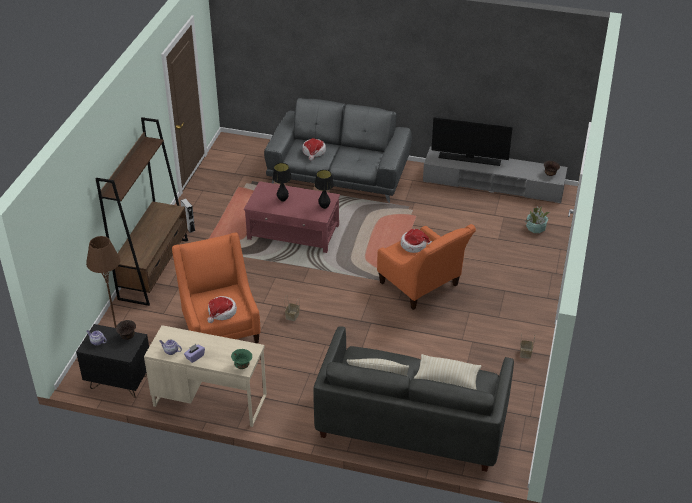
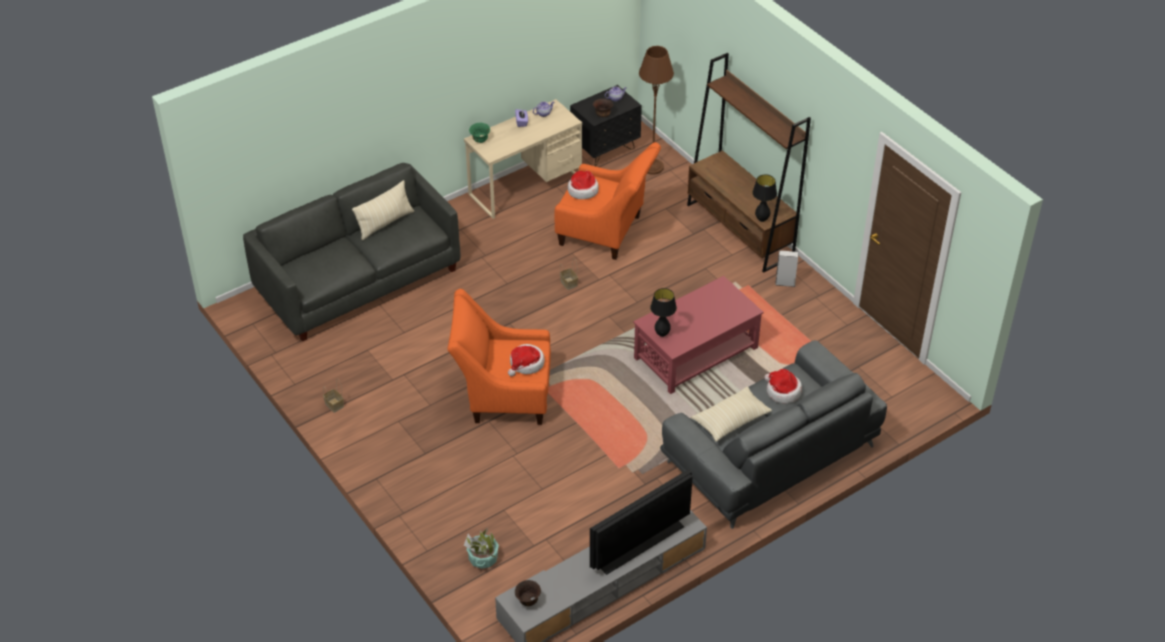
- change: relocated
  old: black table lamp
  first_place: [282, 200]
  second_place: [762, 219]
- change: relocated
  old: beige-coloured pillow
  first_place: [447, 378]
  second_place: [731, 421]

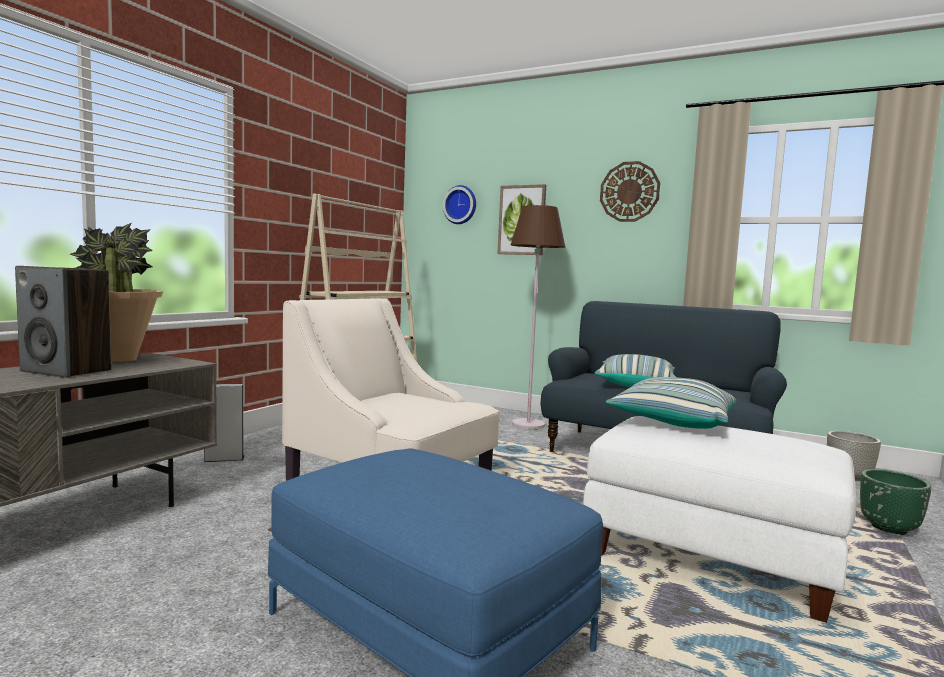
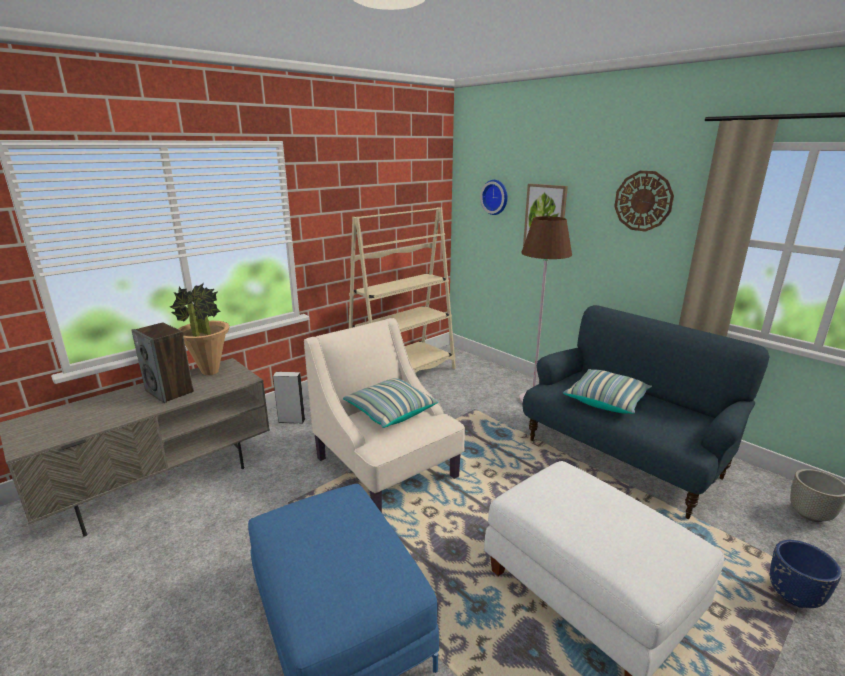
- change: relocated
  old: pillow
  first_place: [672, 422]
  second_place: [390, 412]
- change: colour
  old: green-coloured flower pot
  new: blue flower pot
  first_place: [889, 529]
  second_place: [794, 596]

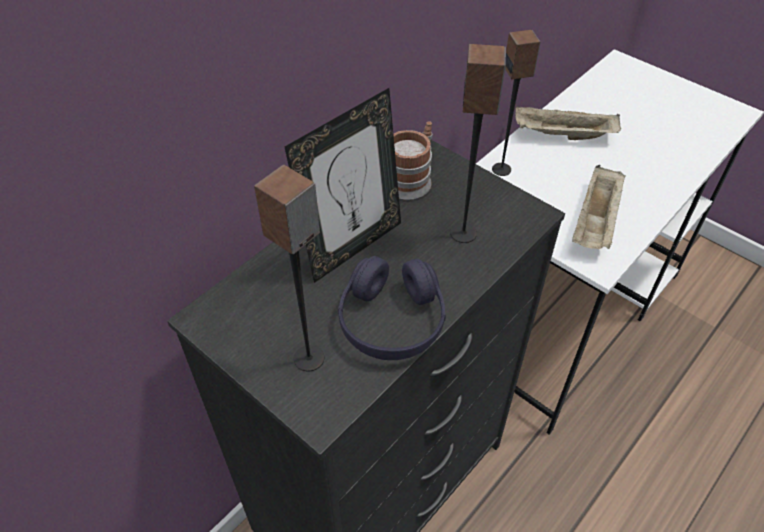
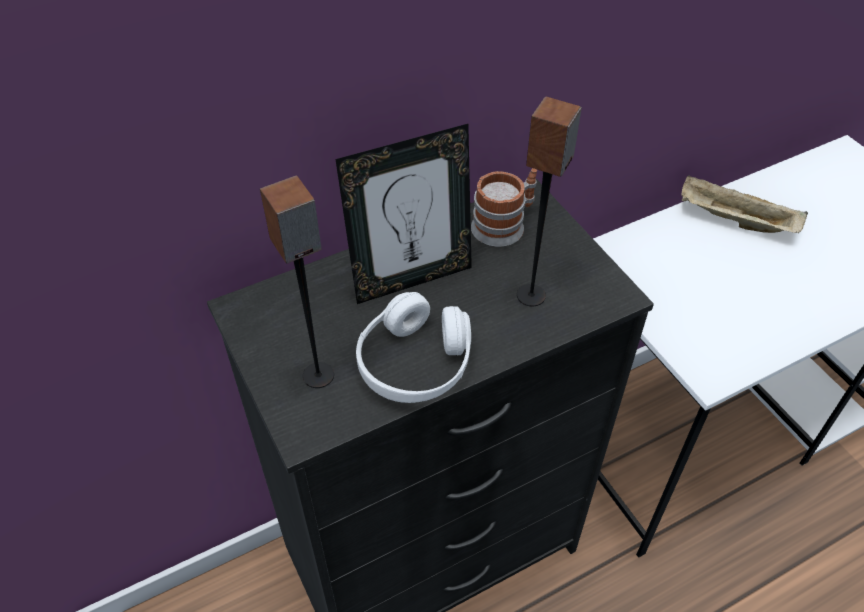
- change: missing
  old: audio speaker
  first_place: [502, 169]
- change: missing
  old: beige-coloured tray
  first_place: [595, 222]
- change: colour
  old: purple-coloured headphones
  new: white-coloured headphones
  first_place: [391, 321]
  second_place: [414, 363]

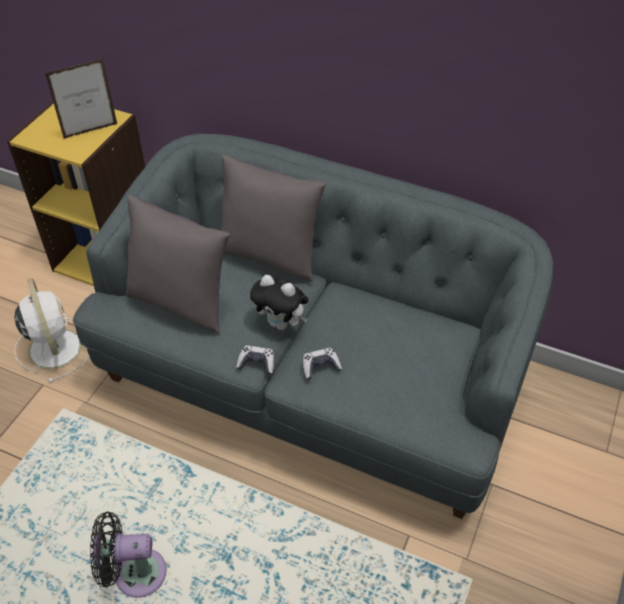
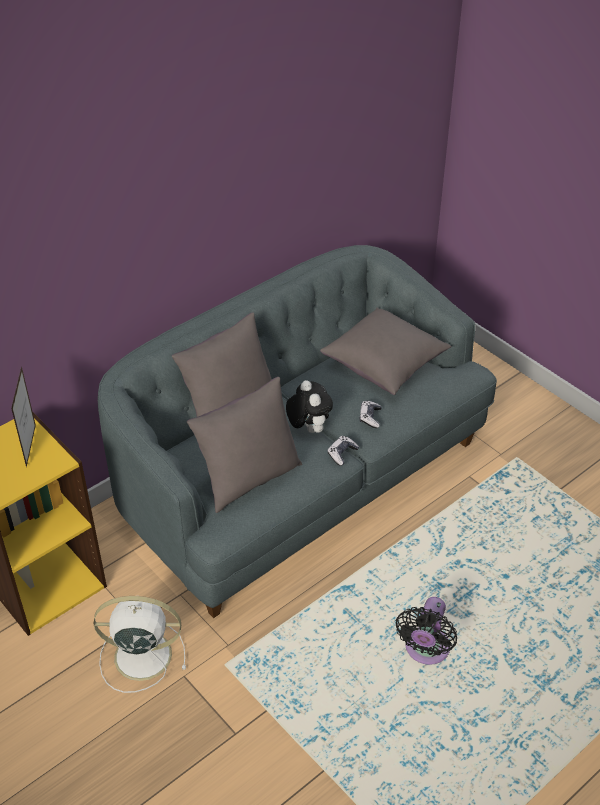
- change: appeared
  new: greyish pillow
  second_place: [385, 364]
- change: spun
  old: plush toy
  first_place: [281, 324]
  second_place: [308, 428]
  degrees: -75

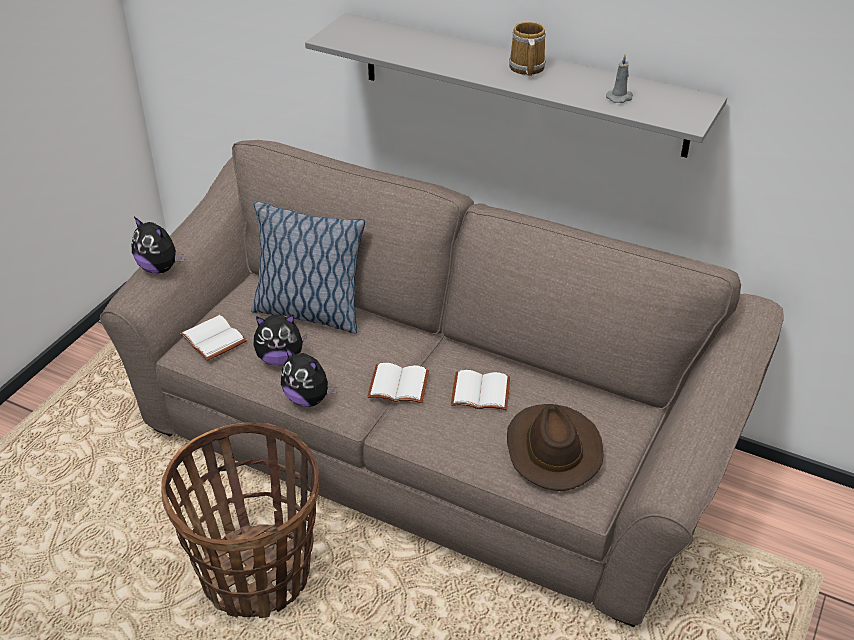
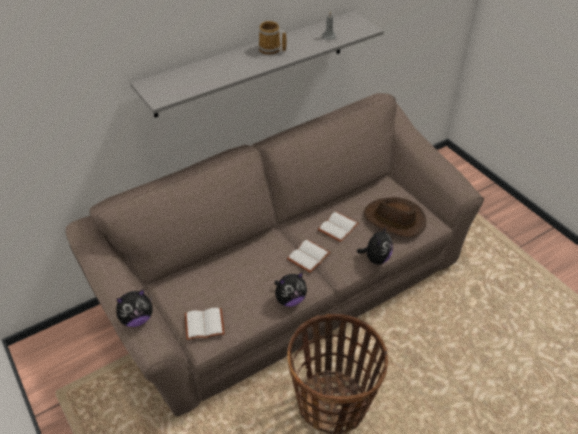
- change: missing
  old: pillow
  first_place: [308, 312]
- change: relocated
  old: plush toy
  first_place: [280, 359]
  second_place: [376, 258]

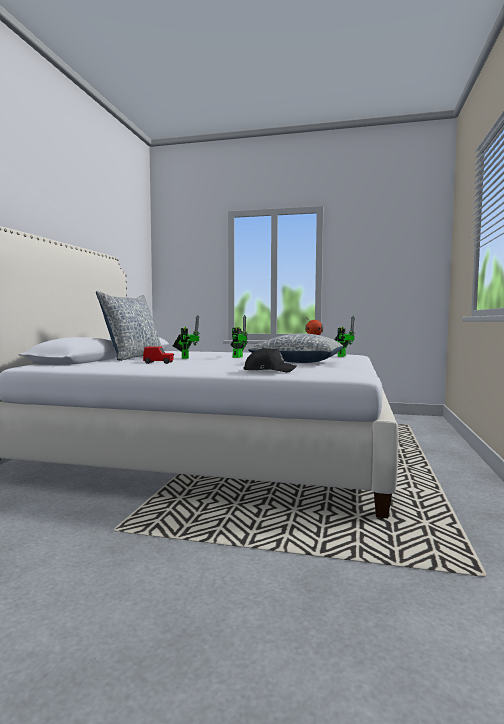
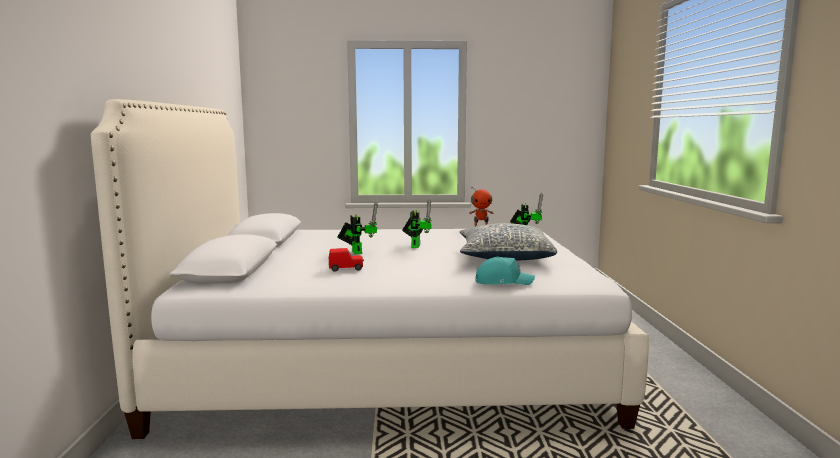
- change: missing
  old: pillow
  first_place: [133, 357]
- change: colour
  old: black peaked cap
  new: turquoise-coloured peaked cap
  first_place: [269, 370]
  second_place: [503, 281]

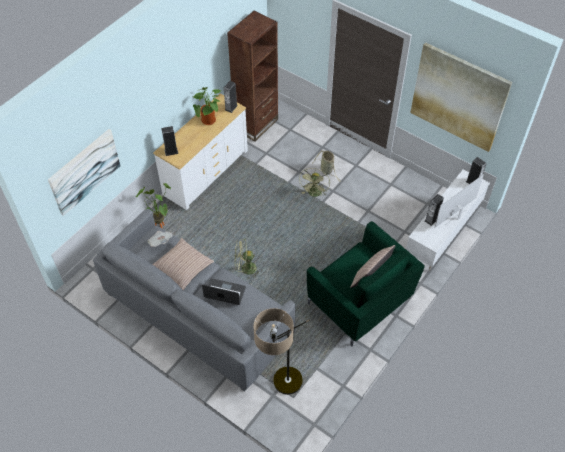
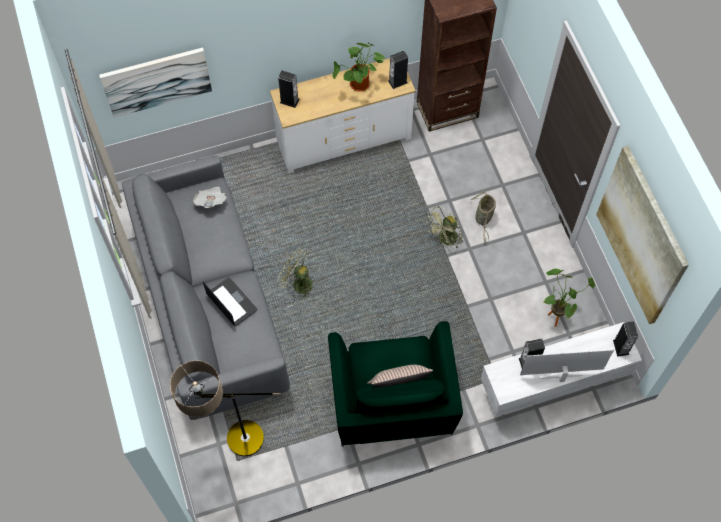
- change: missing
  old: pillow
  first_place: [183, 267]
- change: relocated
  old: plant in a pot
  first_place: [160, 226]
  second_place: [556, 315]

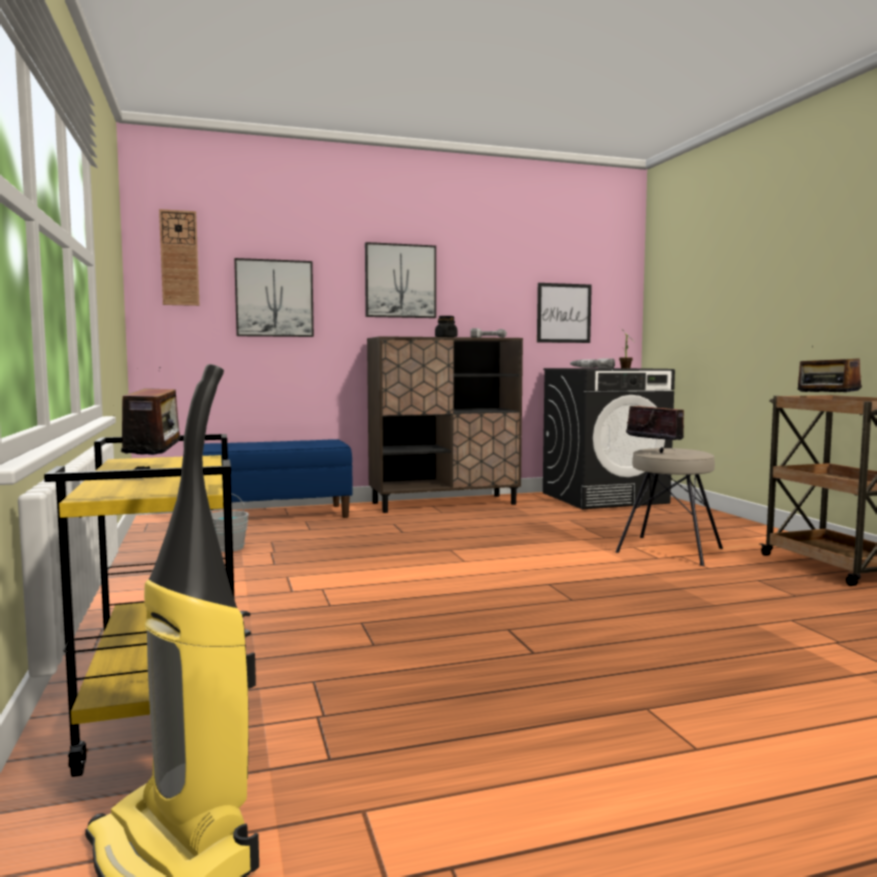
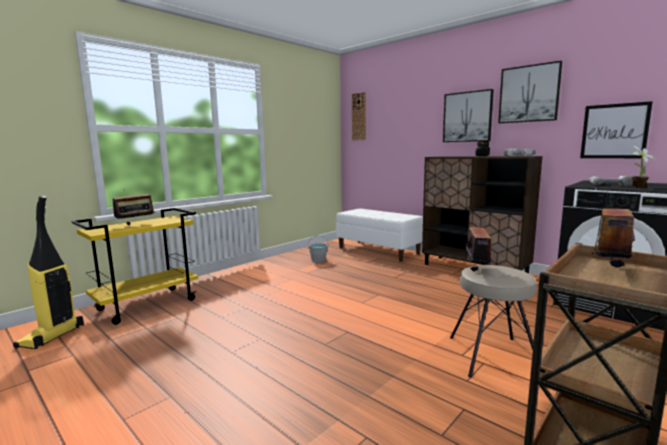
- change: relocated
  old: wall art
  first_place: [274, 298]
  second_place: [529, 94]
- change: colour
  old: blue long seat
  new: white-coloured long seat
  first_place: [272, 515]
  second_place: [378, 251]

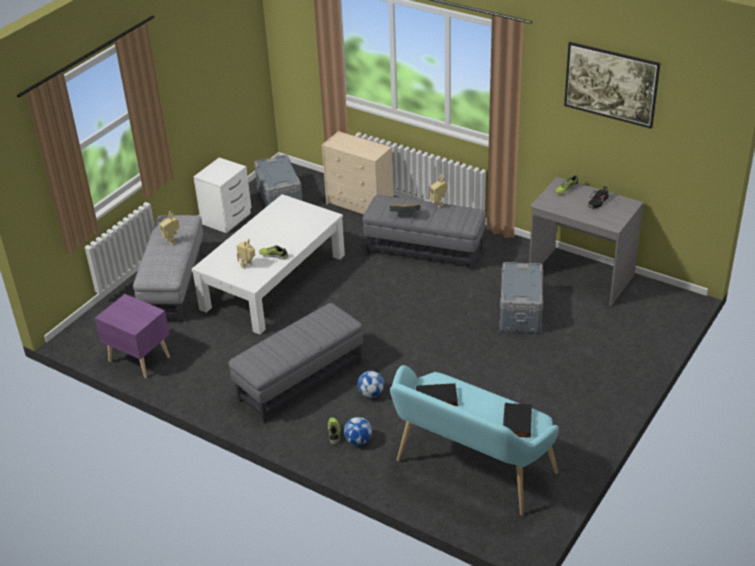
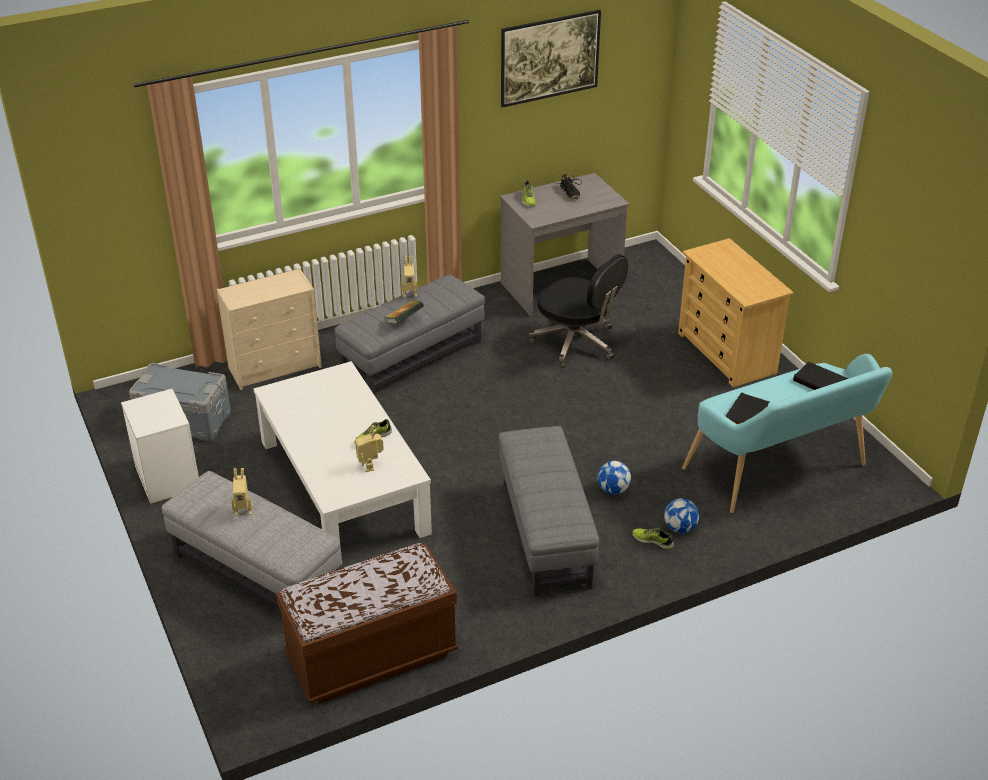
- change: appeared
  new: beige-coloured chest of drawers
  second_place: [726, 353]
- change: exchanged
  old: purple-coloured night table
  new: brown long seat
  first_place: [139, 358]
  second_place: [371, 656]
- change: exchanged
  old: greyish storage box
  new: black computer chair
  first_place: [520, 311]
  second_place: [576, 343]

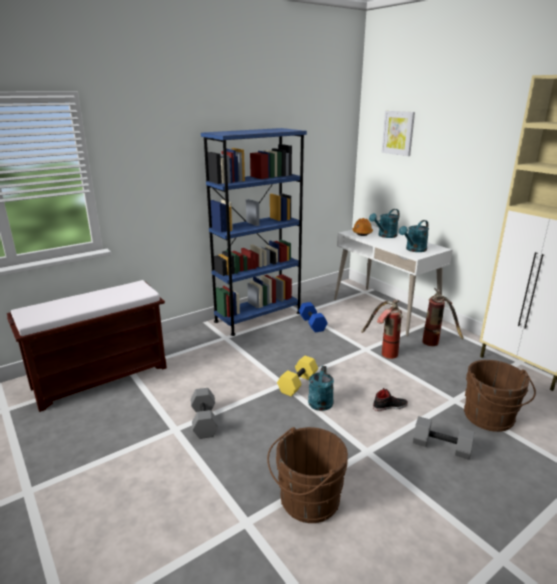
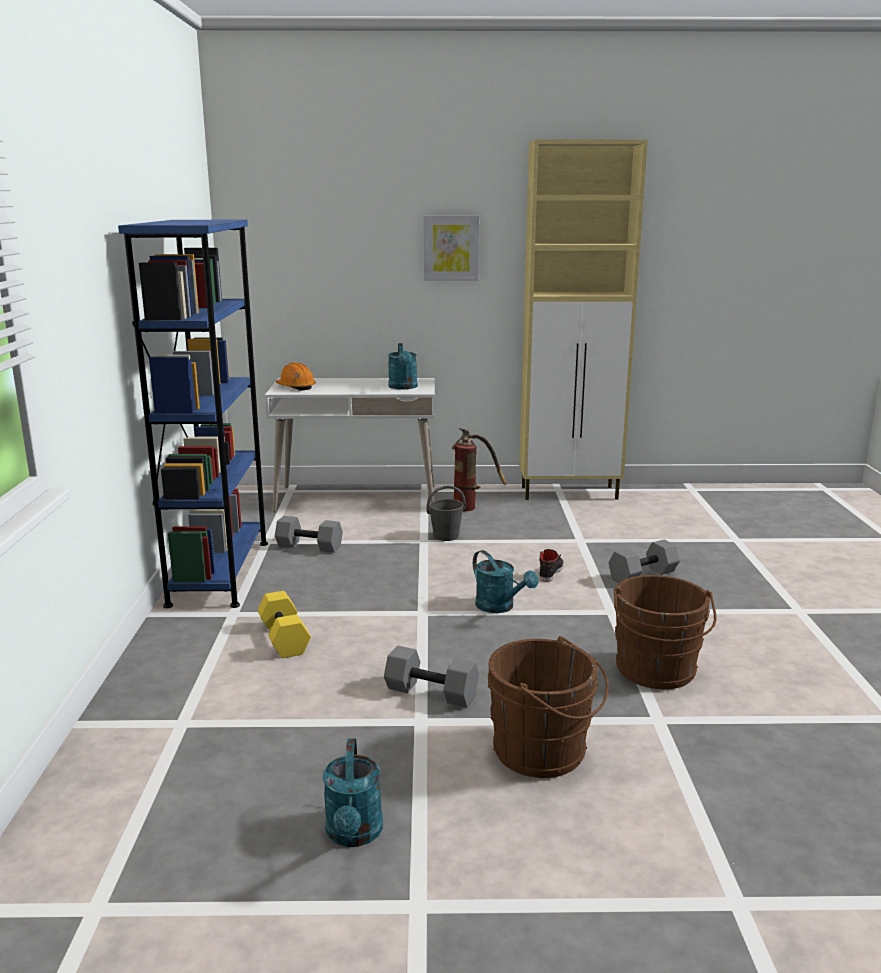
- change: missing
  old: brown long seat
  first_place: [102, 377]
- change: relocated
  old: yellow hand weight
  first_place: [298, 384]
  second_place: [285, 639]
- change: relocated
  old: turquoise-coloured sprinkling can
  first_place: [385, 236]
  second_place: [354, 834]
- change: relocated
  old: wall art
  first_place: [398, 133]
  second_place: [451, 248]
- change: relocated
  old: brown pail
  first_place: [490, 418]
  second_place: [545, 752]
- change: exchanged
  old: extinguisher
  new: greyish pail
  first_place: [382, 353]
  second_place: [446, 536]
- change: colour
  old: blue hand weight
  new: greyish hand weight
  first_place: [311, 323]
  second_place: [308, 547]

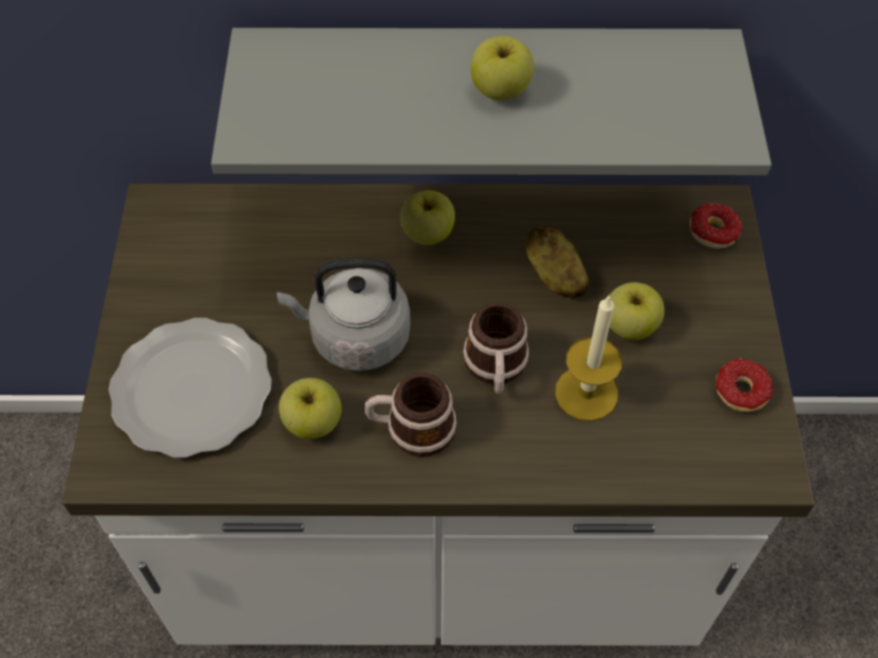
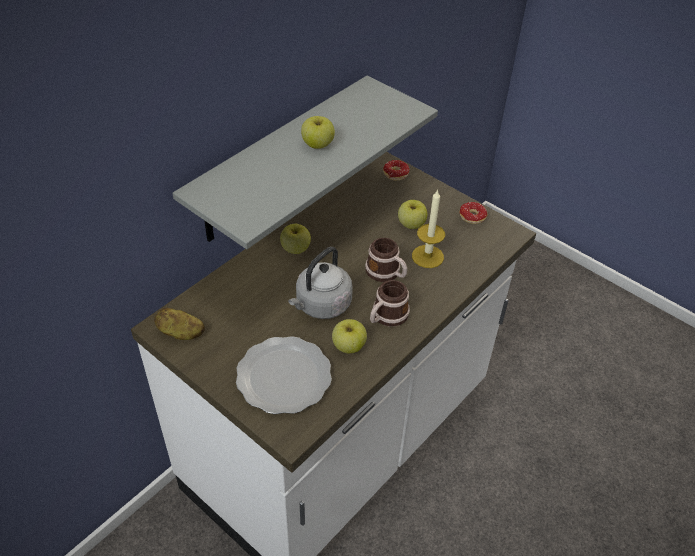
- change: relocated
  old: potato
  first_place: [554, 276]
  second_place: [181, 333]

